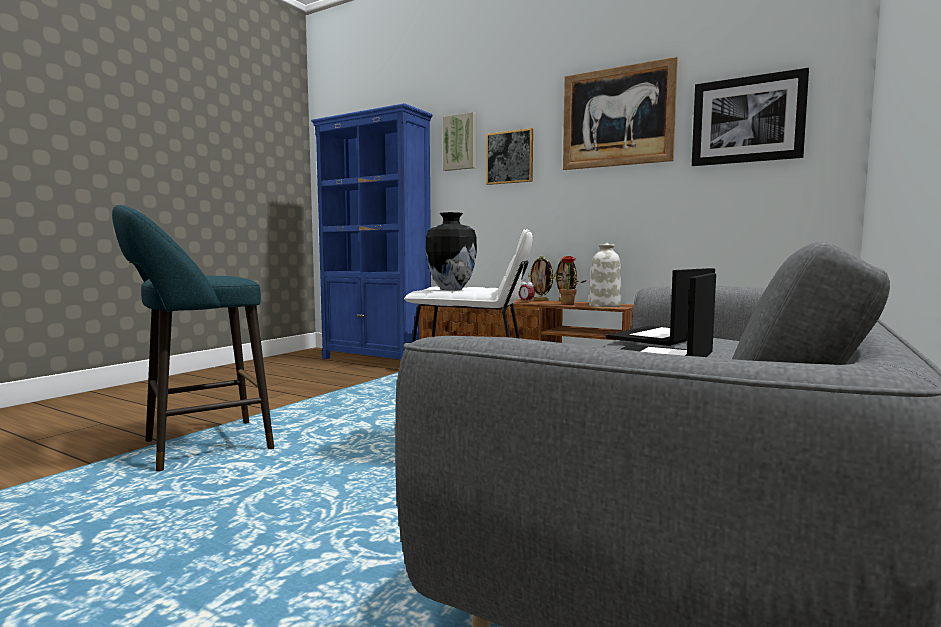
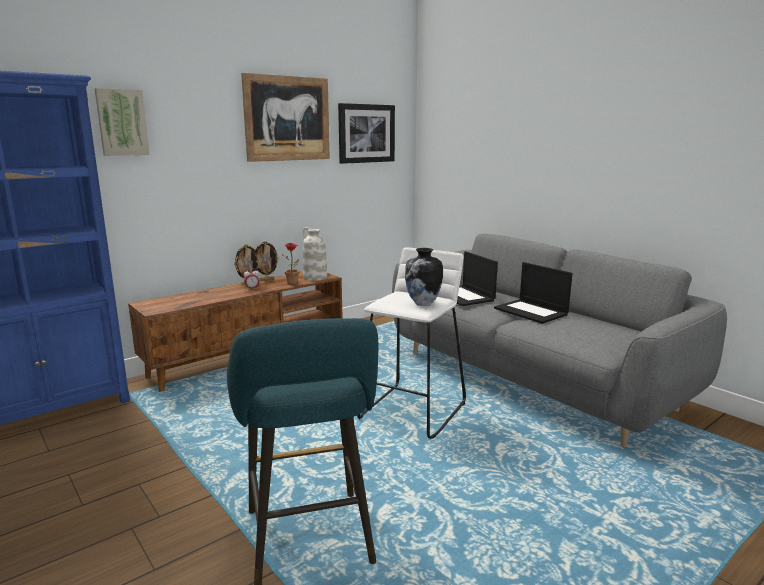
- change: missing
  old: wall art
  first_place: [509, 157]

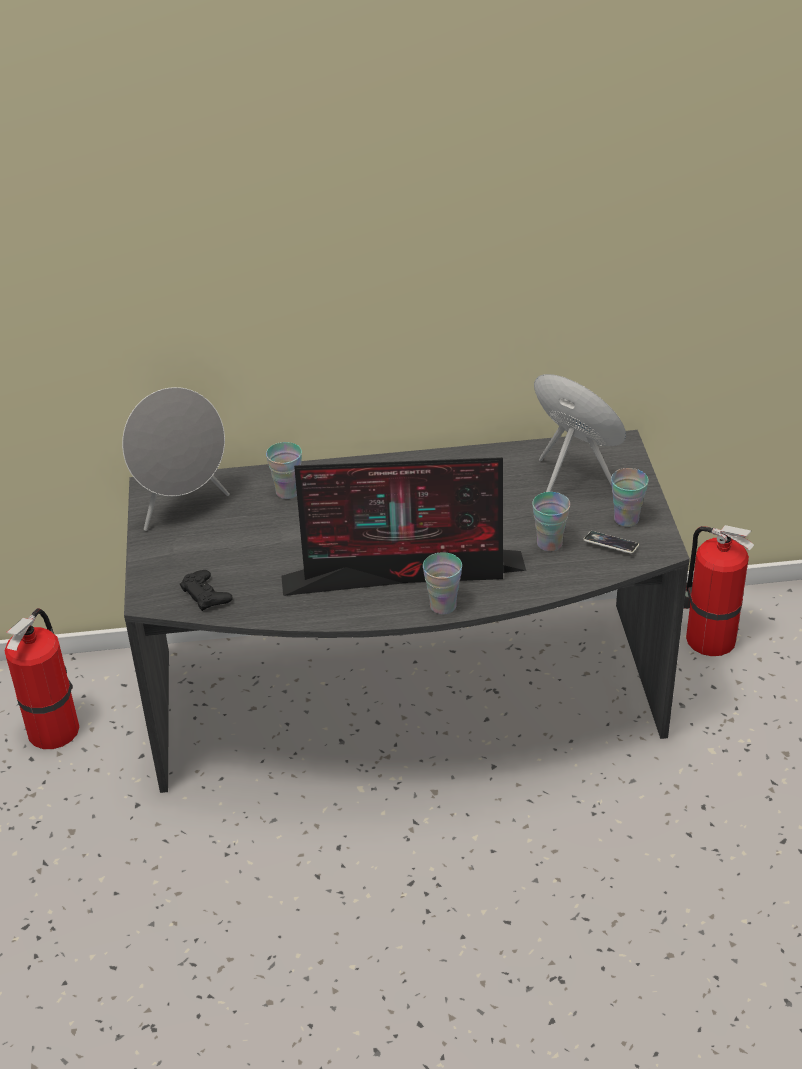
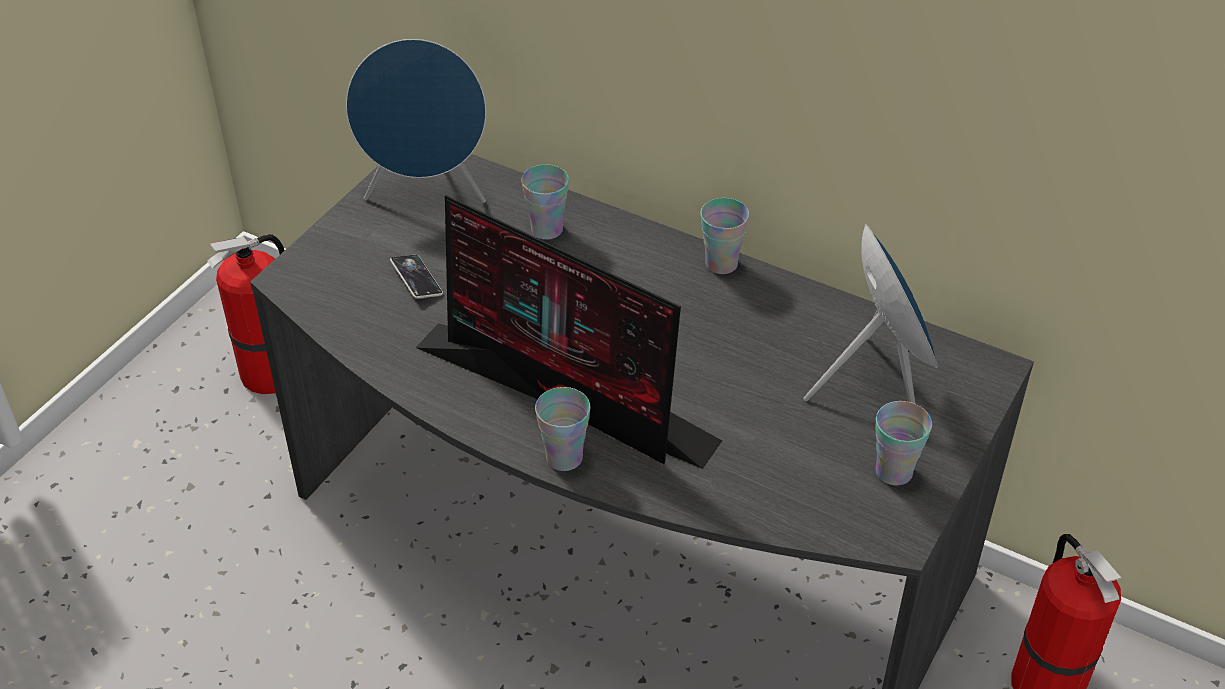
- change: missing
  old: black joypad
  first_place: [206, 594]
- change: relocated
  old: small cup
  first_place: [549, 543]
  second_place: [721, 264]
- change: relocated
  old: telephone
  first_place: [611, 545]
  second_place: [416, 280]
- change: colour
  old: greyish audio speaker
  new: blue audio speaker
  first_place: [182, 507]
  second_place: [427, 192]

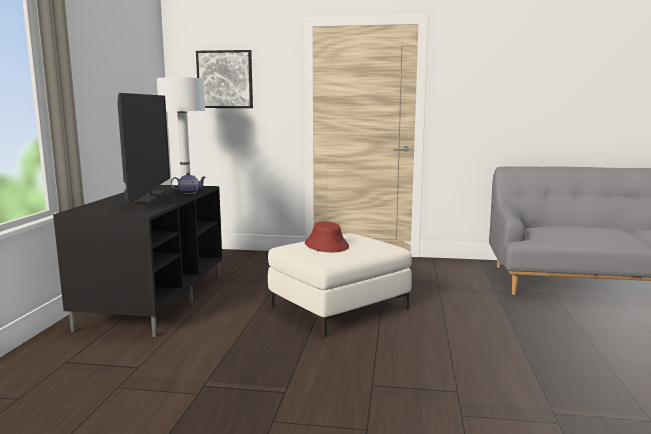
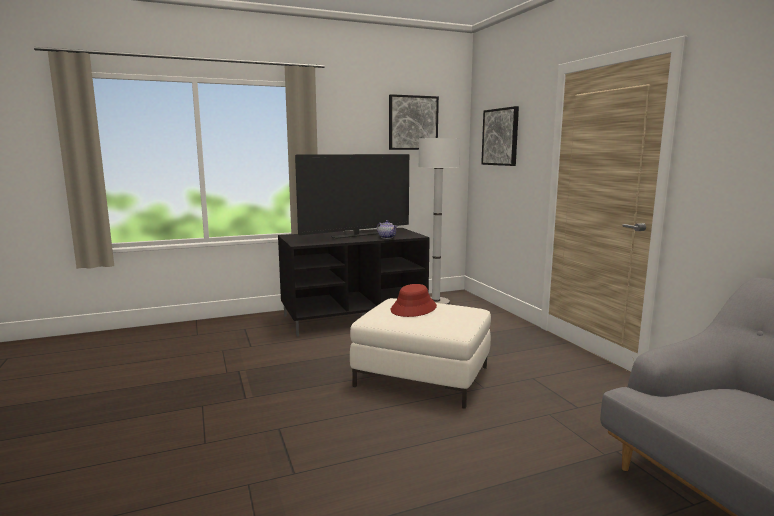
- change: appeared
  new: wall art
  second_place: [413, 123]

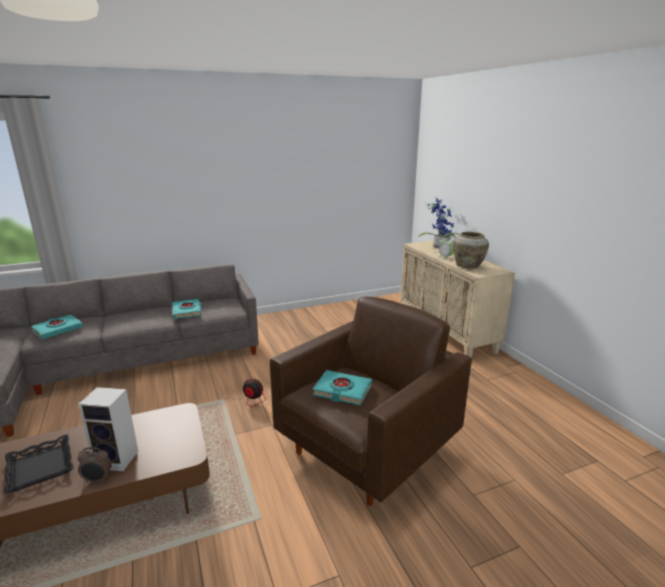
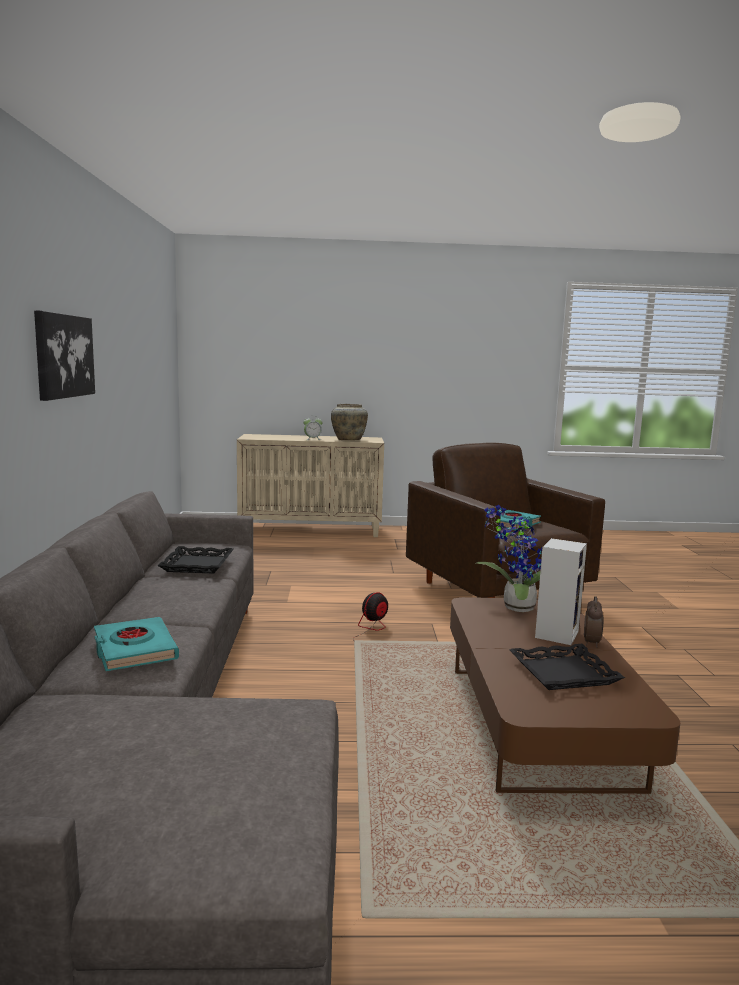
- change: appeared
  new: wall art
  second_place: [63, 356]
- change: relocated
  old: plant in a pot
  first_place: [439, 247]
  second_place: [514, 607]
- change: exchanged
  old: turquoise-coloured book
  new: black tray
  first_place: [187, 311]
  second_place: [197, 565]

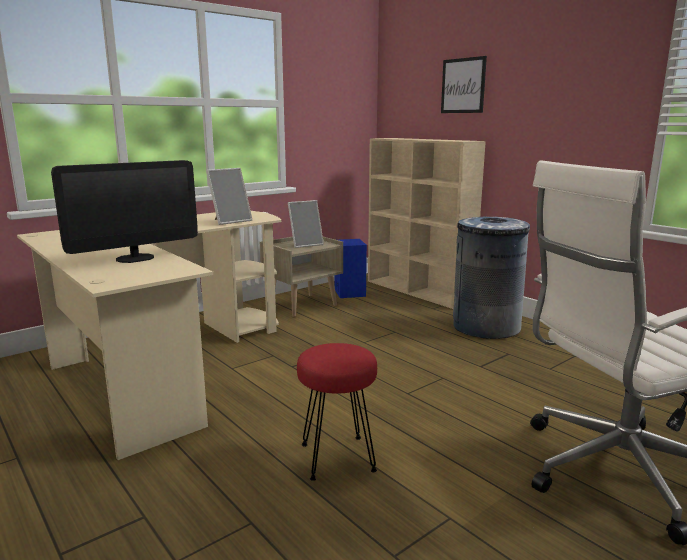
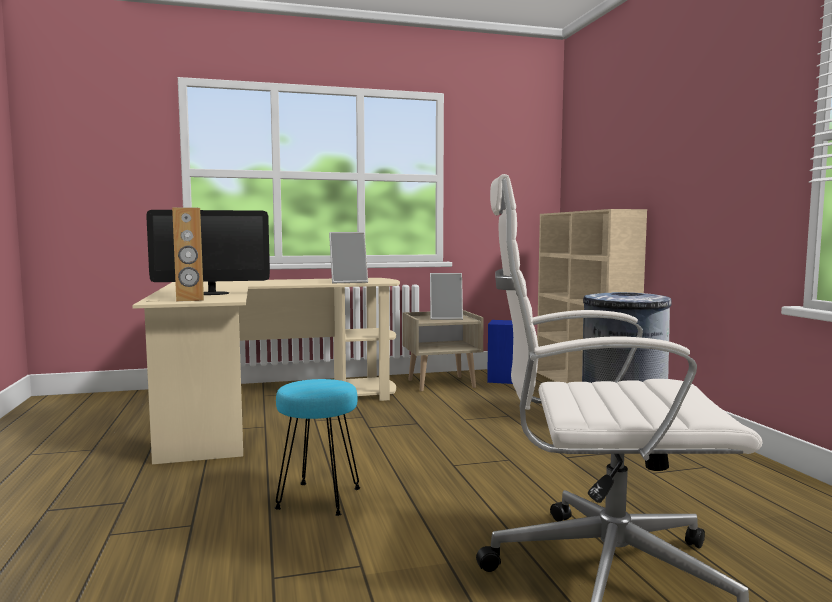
- change: missing
  old: wall art
  first_place: [463, 85]
- change: appeared
  new: brown audio speaker
  second_place: [190, 300]
- change: colour
  old: red stool
  new: turquoise-coloured stool
  first_place: [337, 458]
  second_place: [318, 499]

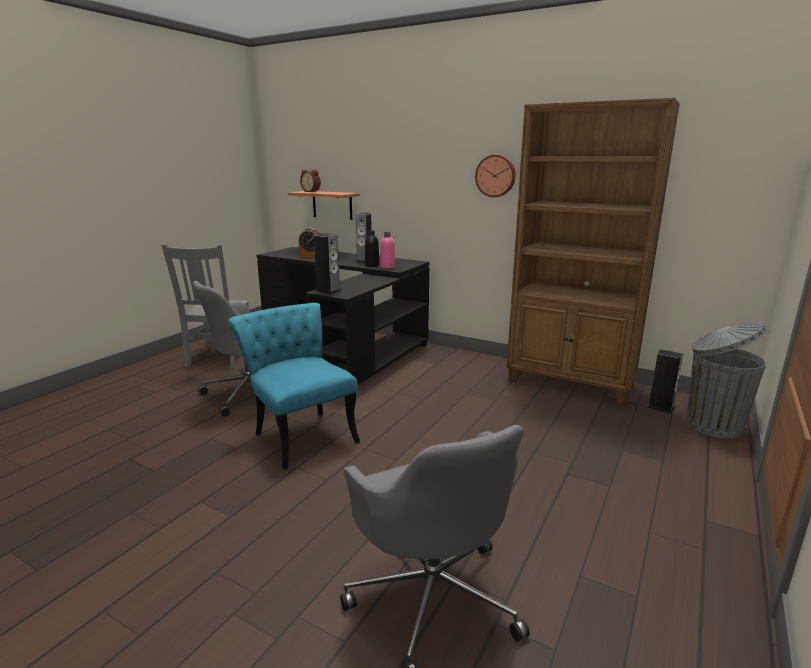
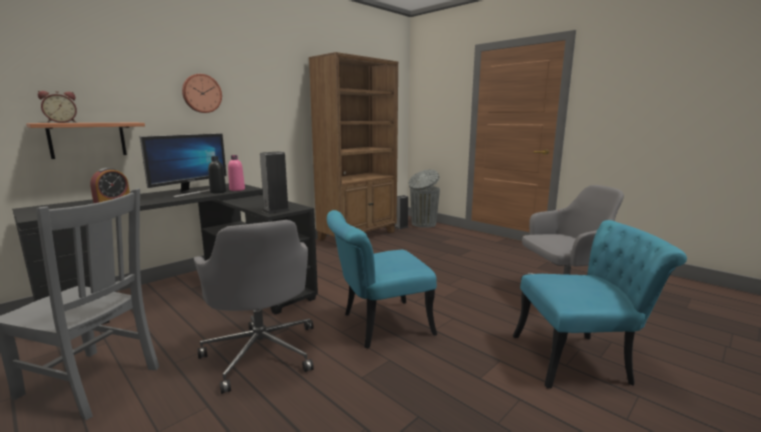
- change: appeared
  new: turquoise-coloured plain chair
  second_place: [581, 359]
- change: relocated
  old: wall clock
  first_place: [495, 176]
  second_place: [201, 93]
- change: exchanged
  old: audio speaker
  new: monitor
  first_place: [364, 260]
  second_place: [190, 192]

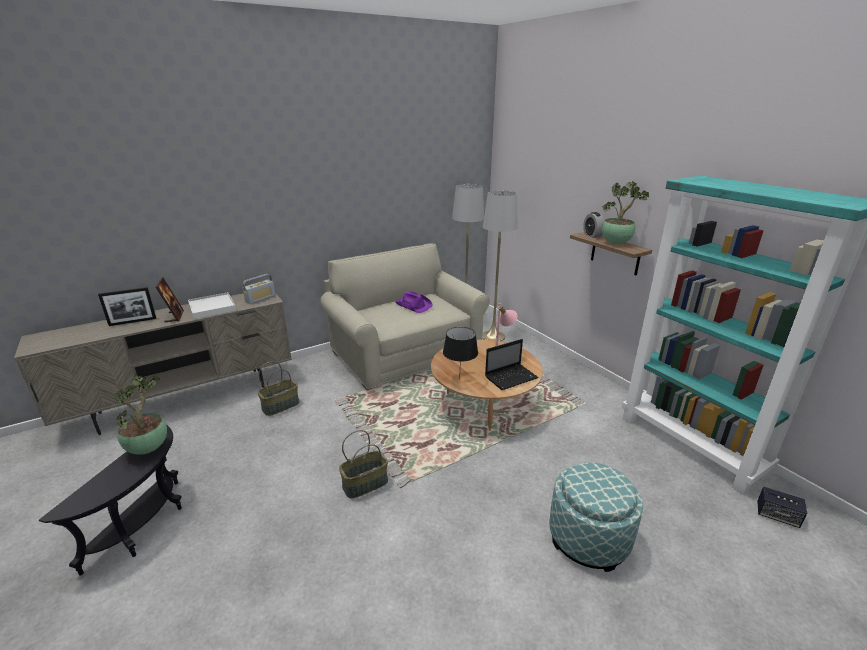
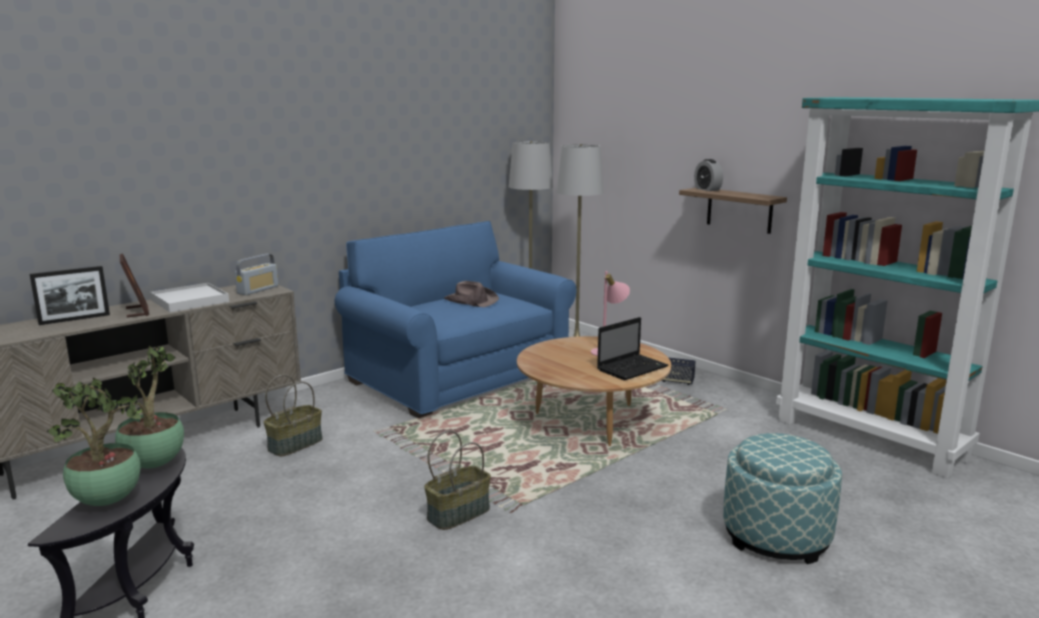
- change: missing
  old: black table lamp
  first_place: [459, 379]
- change: relocated
  old: plant in a pot
  first_place: [616, 243]
  second_place: [109, 501]
- change: relocated
  old: audio speaker
  first_place: [777, 516]
  second_place: [677, 381]
- change: colour
  old: beige-coloured sofa
  new: blue sofa
  first_place: [405, 353]
  second_place: [458, 376]
- change: colour
  old: purple-coloured hat
  new: brown hat
  first_place: [413, 305]
  second_place: [470, 301]

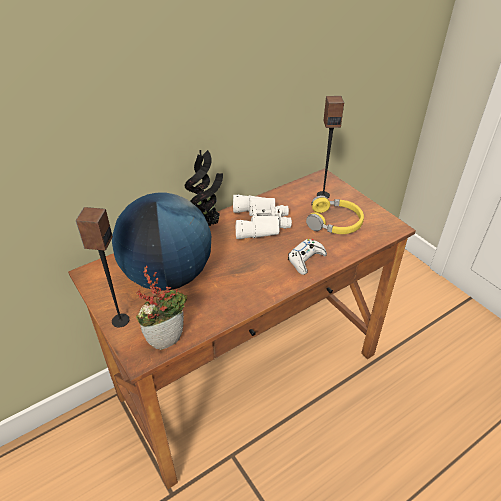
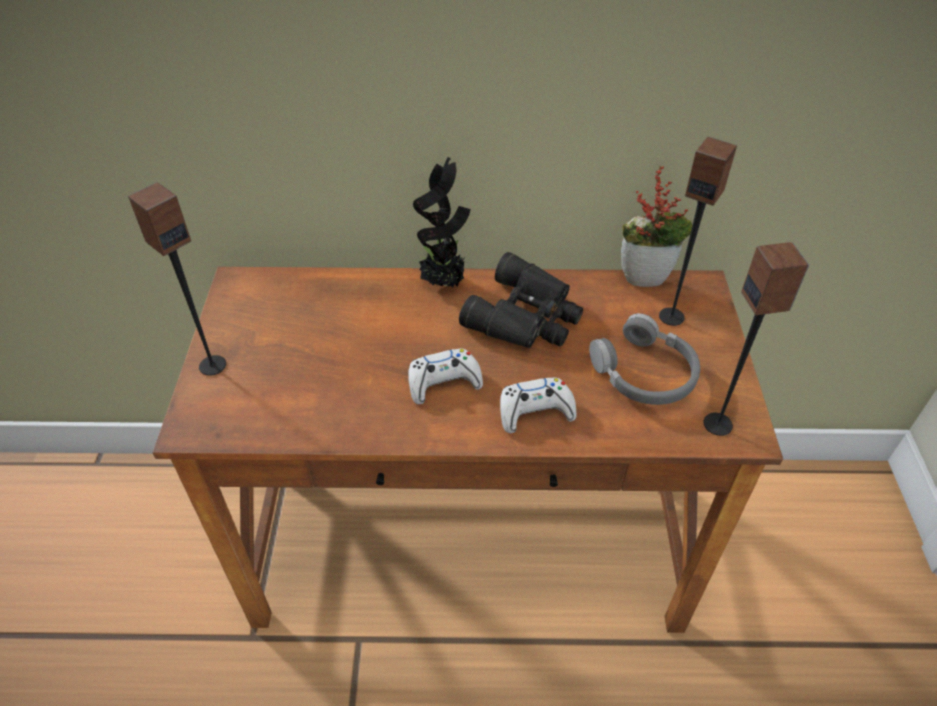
- change: missing
  old: desk globe
  first_place: [168, 276]
- change: appeared
  new: white-coloured joypad
  second_place: [443, 382]
- change: appeared
  new: audio speaker
  second_place: [718, 424]
- change: relocated
  old: plant in a pot
  first_place: [167, 337]
  second_place: [646, 277]
- change: colour
  old: white-coloured binoculars
  new: black binoculars
  first_place: [262, 222]
  second_place: [527, 316]
- change: colour
  old: yellow headphones
  new: greyish headphones
  first_place: [334, 222]
  second_place: [644, 373]

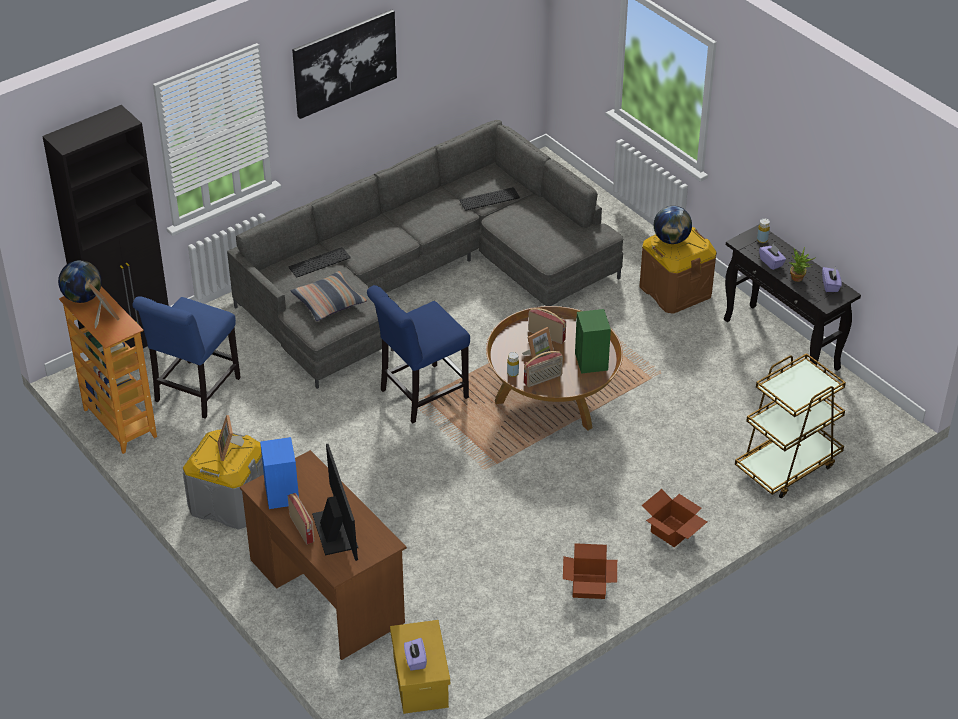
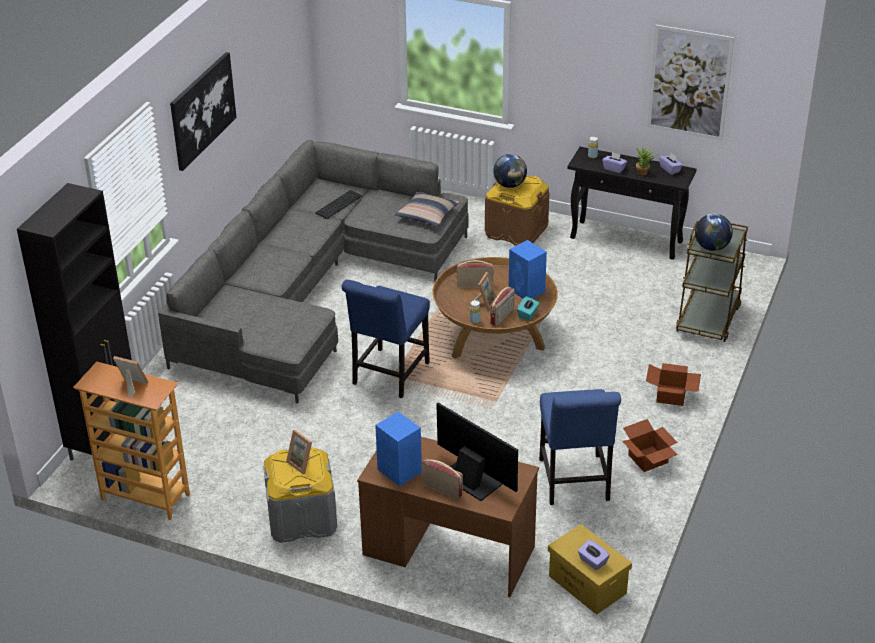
- change: missing
  old: keyboard
  first_place: [319, 261]
- change: appeared
  new: turquoise-coloured tissue holder
  second_place: [528, 314]
- change: appeared
  new: wall art
  second_place: [689, 82]
- change: relocated
  old: desk globe
  first_place: [83, 297]
  second_place: [712, 247]
- change: relocated
  old: blue plain chair
  first_place: [194, 392]
  second_place: [574, 483]
- change: relocated
  old: pillow
  first_place: [329, 302]
  second_place: [427, 214]
- change: colour
  old: green-coloured audio speaker
  new: blue audio speaker
  first_place: [591, 362]
  second_place: [527, 291]

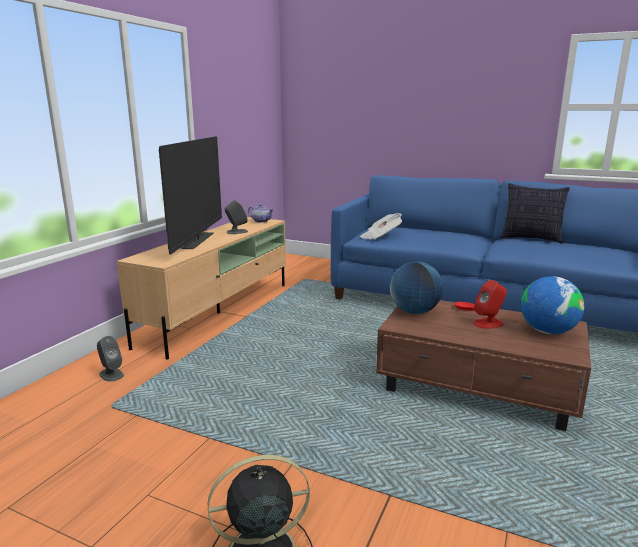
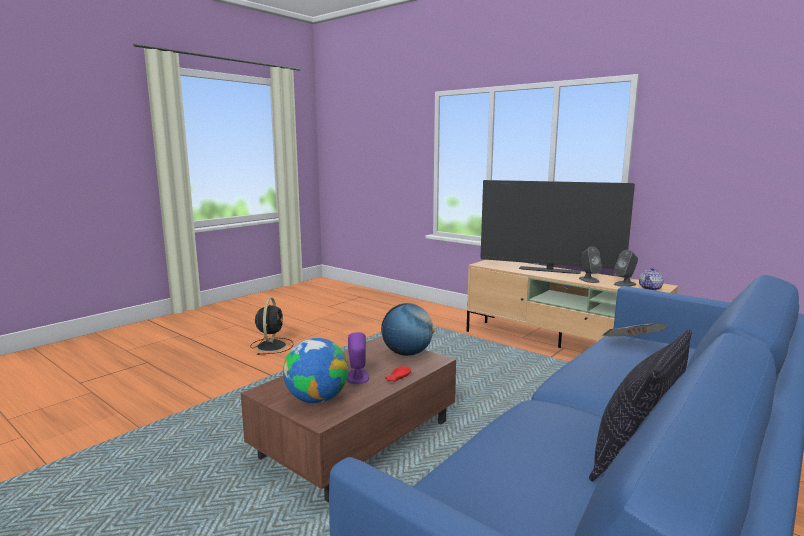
- change: relocated
  old: greyish audio speaker
  first_place: [111, 374]
  second_place: [625, 284]
- change: colour
  old: red audio speaker
  new: purple-coloured audio speaker
  first_place: [488, 323]
  second_place: [357, 377]

